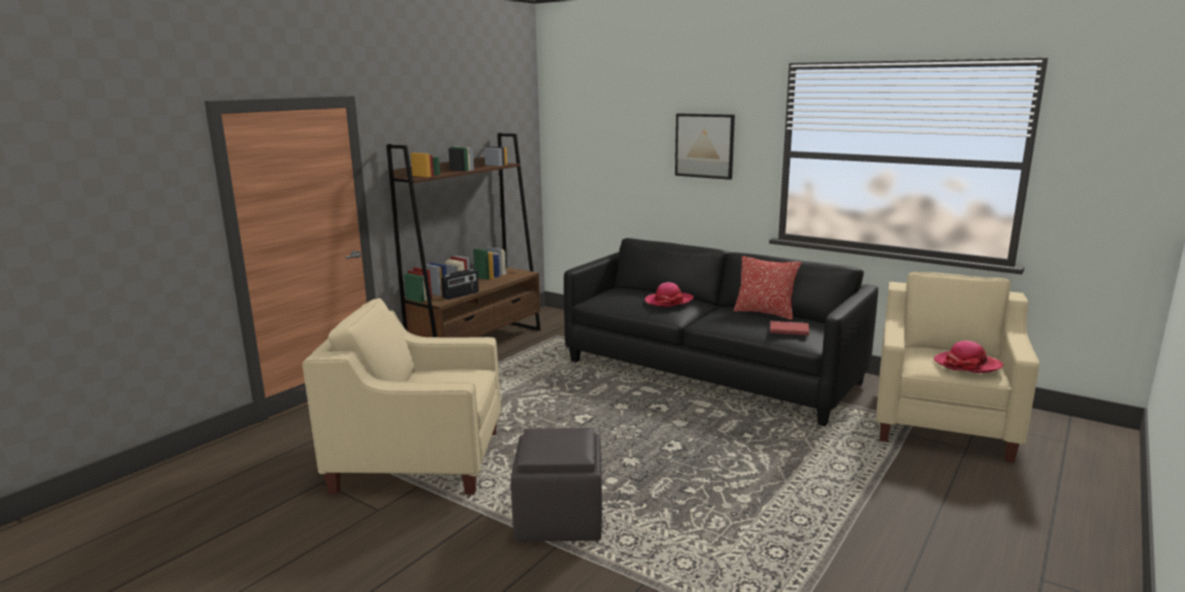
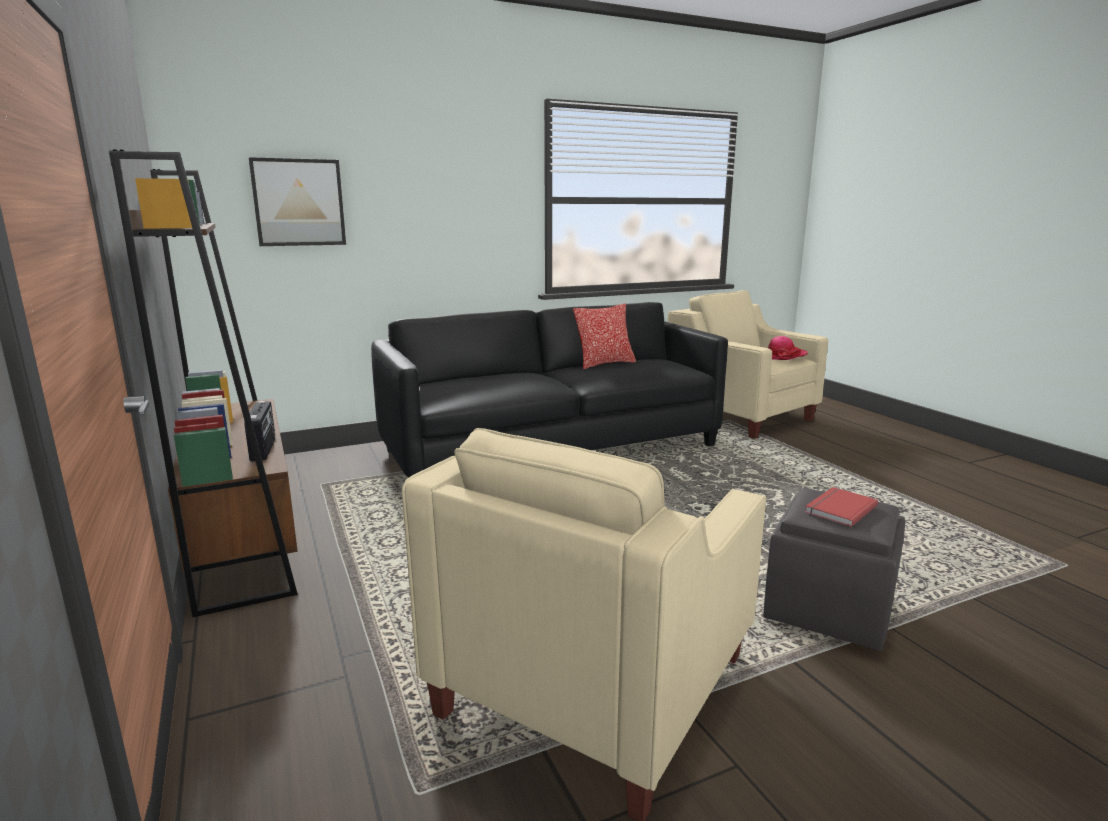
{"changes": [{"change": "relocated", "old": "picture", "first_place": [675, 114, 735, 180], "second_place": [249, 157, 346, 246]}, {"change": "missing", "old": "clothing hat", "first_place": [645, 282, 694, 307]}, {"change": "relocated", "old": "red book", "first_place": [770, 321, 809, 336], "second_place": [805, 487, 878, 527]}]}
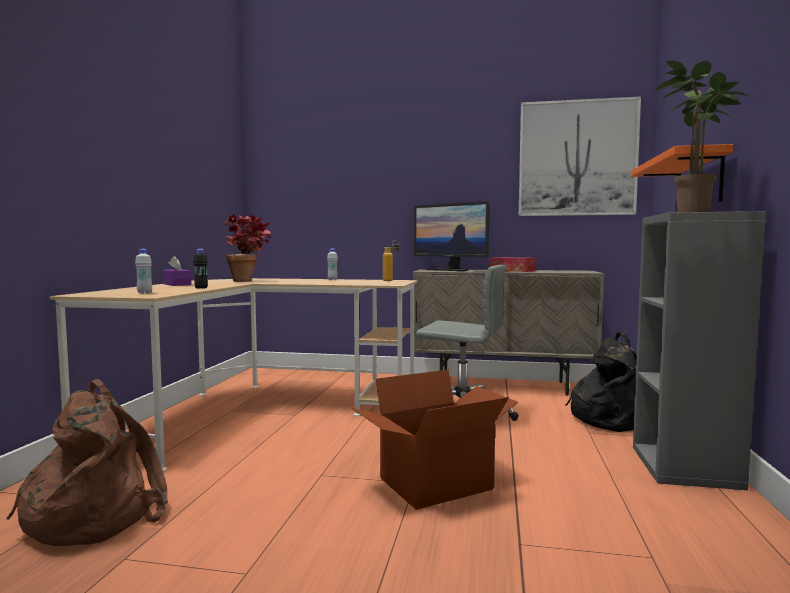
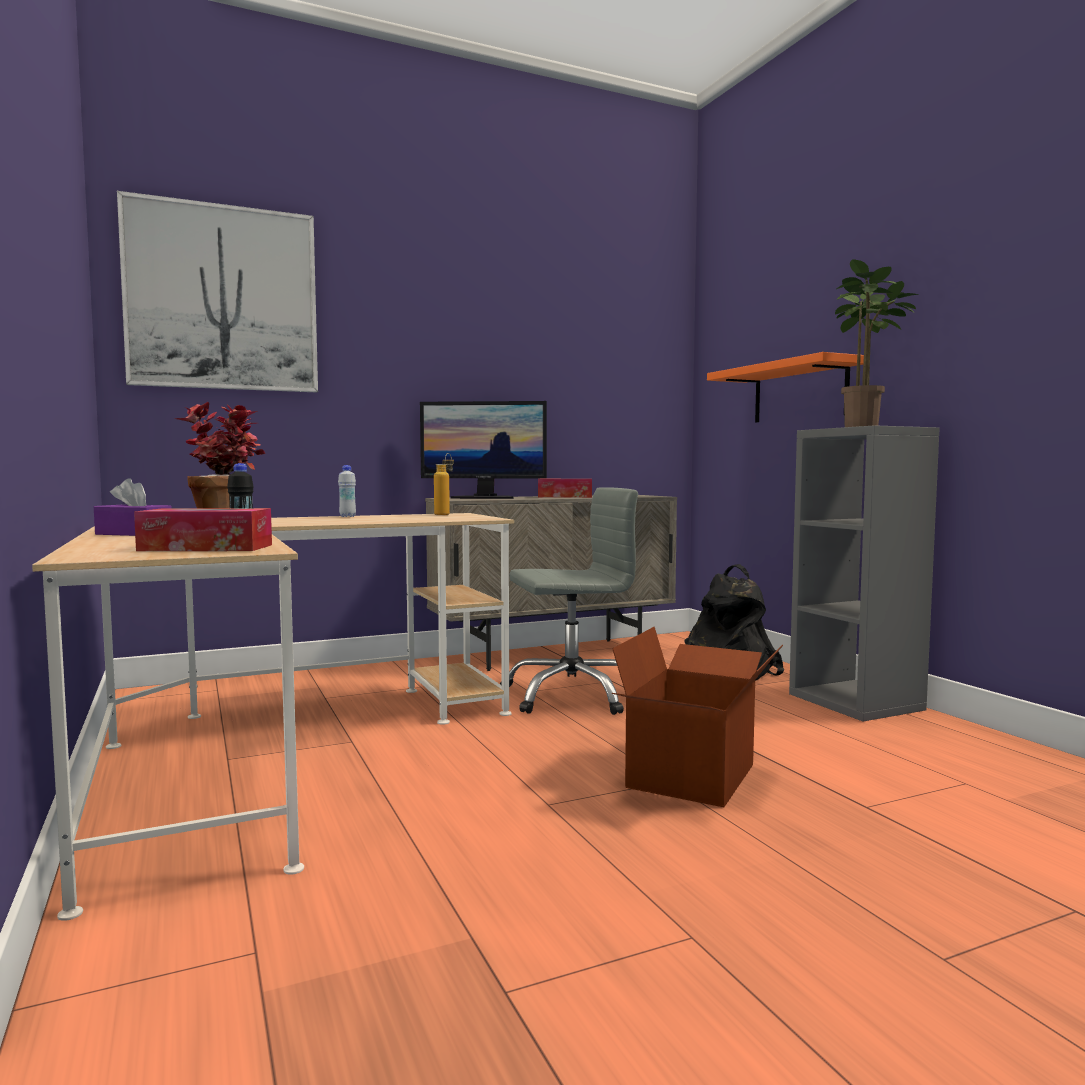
{"changes": [{"change": "relocated", "old": "picture", "first_place": [519, 97, 641, 216], "second_place": [117, 191, 318, 392]}, {"change": "exchanged", "old": "white-coloured drink bottle", "new": "tissue holder", "first_place": [135, 249, 152, 294], "second_place": [134, 508, 272, 551]}, {"change": "missing", "old": "brownish rucksack", "first_place": [6, 379, 168, 546]}]}
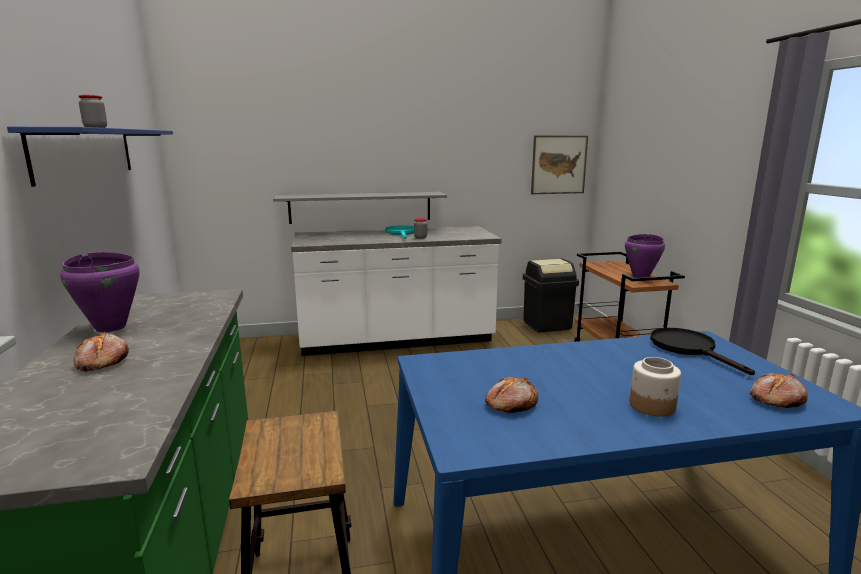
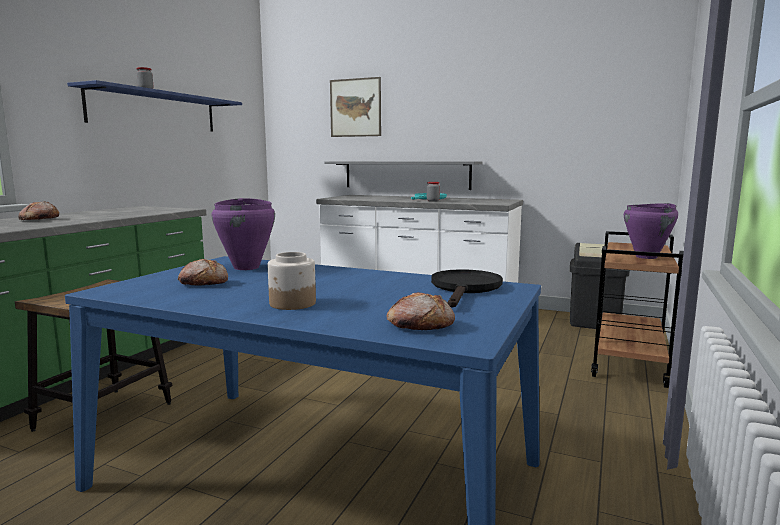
{"changes": [{"change": "relocated", "old": "picture", "first_place": [531, 136, 588, 194], "second_place": [330, 77, 381, 137]}, {"change": "relocated", "old": "purple cooking pot", "first_place": [60, 252, 139, 332], "second_place": [211, 198, 275, 270]}]}
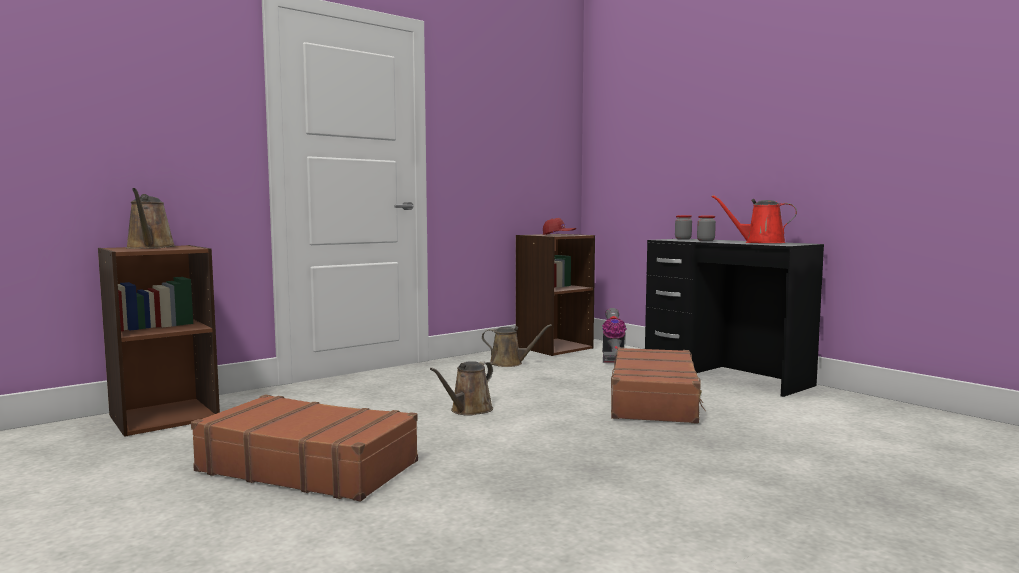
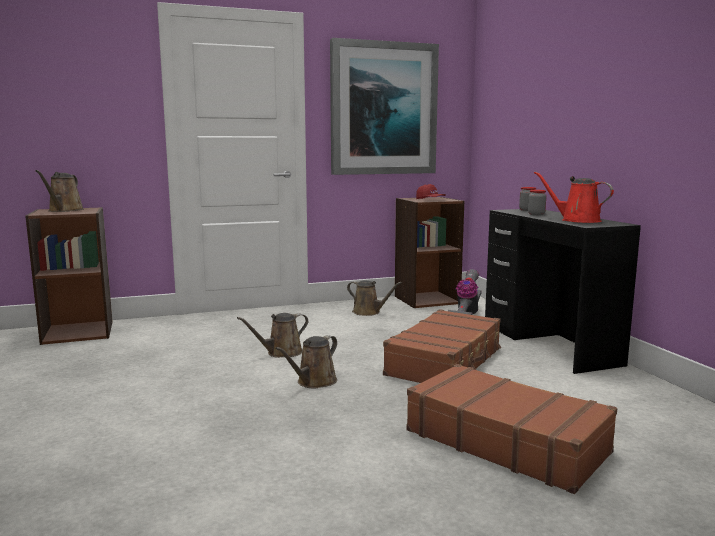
{"changes": [{"change": "relocated", "old": "brownish suitcase", "first_place": [191, 395, 418, 501], "second_place": [406, 364, 617, 494]}, {"change": "appeared", "new": "picture", "second_place": [330, 38, 439, 175]}, {"change": "appeared", "new": "brownish sprinkling can", "second_place": [275, 335, 337, 388]}]}
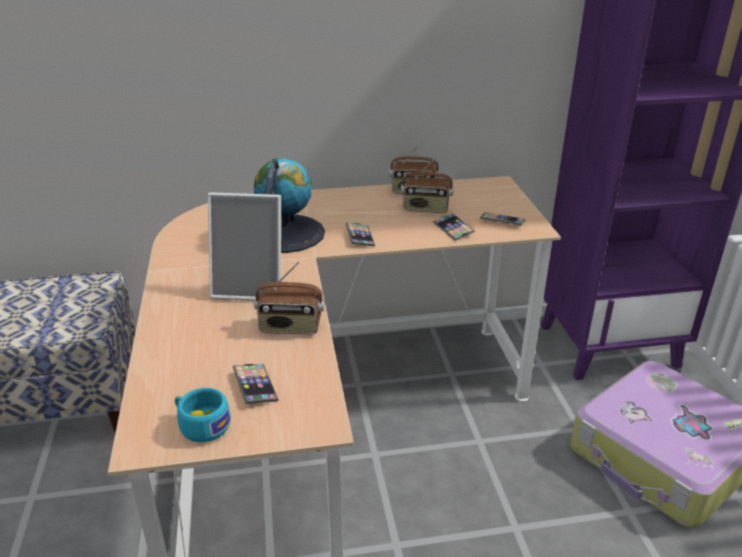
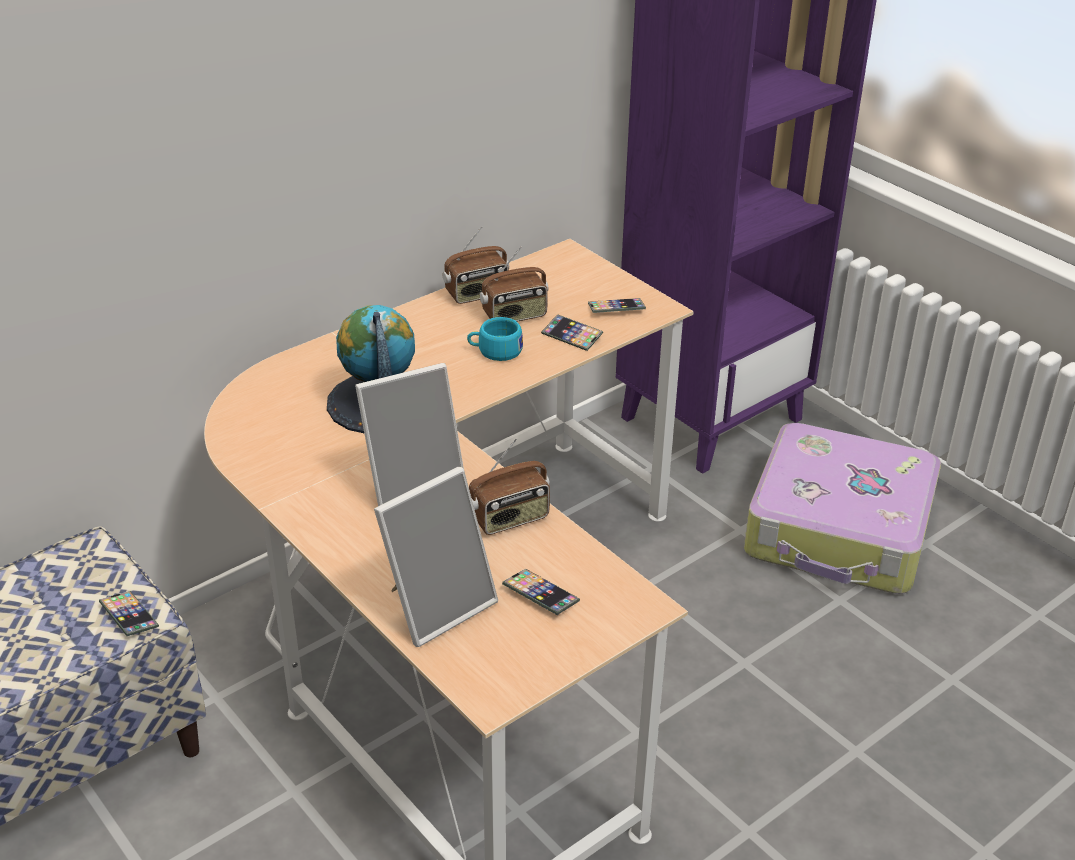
{"changes": [{"change": "relocated", "old": "phone", "first_place": [346, 222, 375, 246], "second_place": [99, 591, 159, 636]}, {"change": "relocated", "old": "turquoise small cup", "first_place": [175, 388, 231, 442], "second_place": [467, 317, 523, 361]}, {"change": "appeared", "new": "standing frame", "second_place": [374, 467, 498, 647]}]}
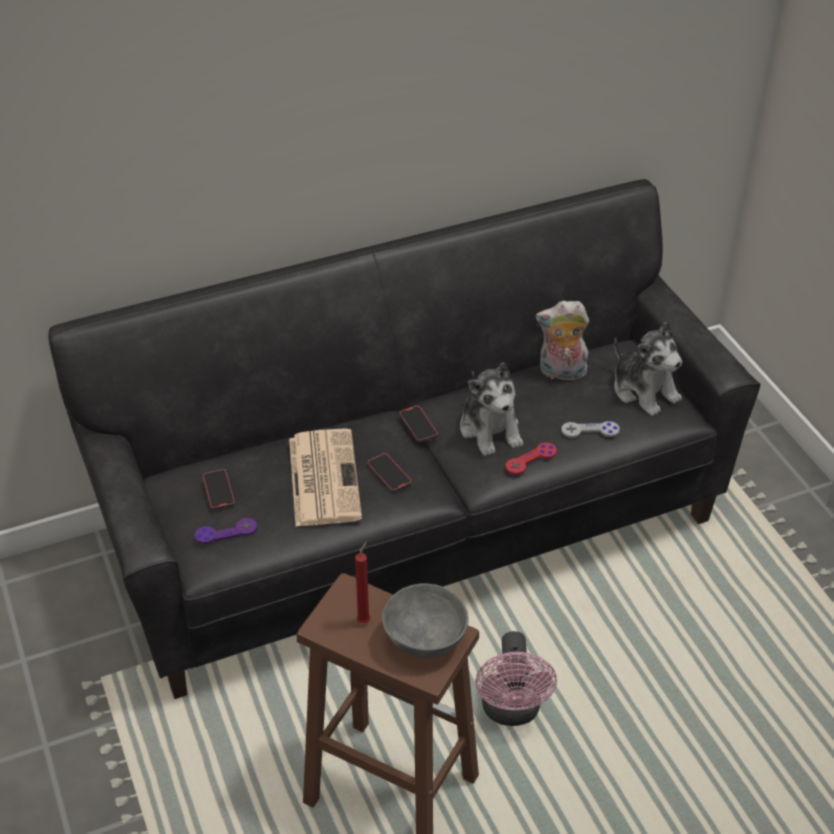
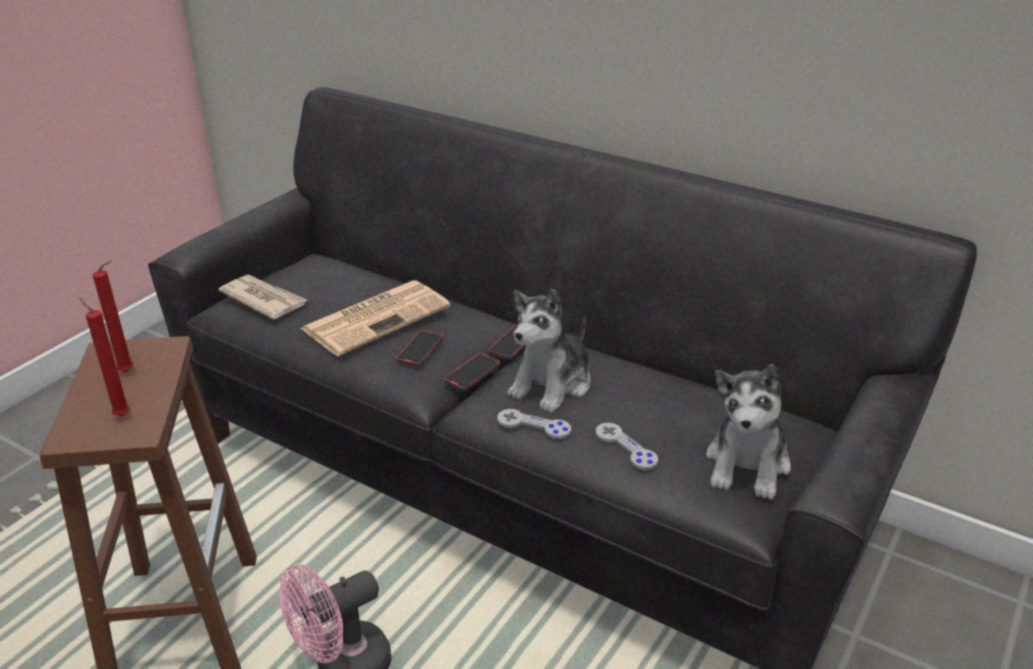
{"changes": [{"change": "missing", "old": "cuddly toy", "first_place": [536, 301, 589, 380]}, {"change": "colour", "old": "red joypad", "new": "grey joypad", "first_place": [505, 443, 557, 475], "second_place": [497, 409, 571, 439]}, {"change": "relocated", "old": "phone", "first_place": [203, 469, 235, 510], "second_place": [444, 353, 500, 391]}, {"change": "exchanged", "old": "purple joypad", "new": "newspaper", "first_place": [195, 518, 257, 544], "second_place": [218, 275, 307, 320]}, {"change": "exchanged", "old": "grey serving bowl", "new": "red wax candle", "first_place": [382, 583, 469, 658], "second_place": [79, 297, 130, 416]}]}
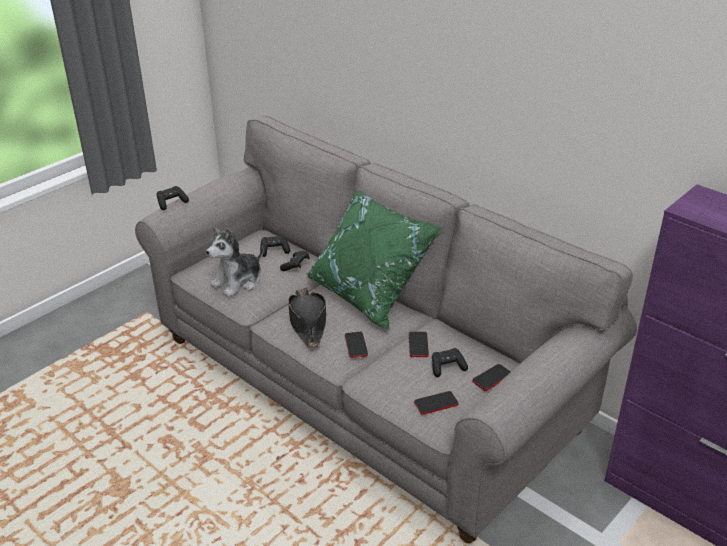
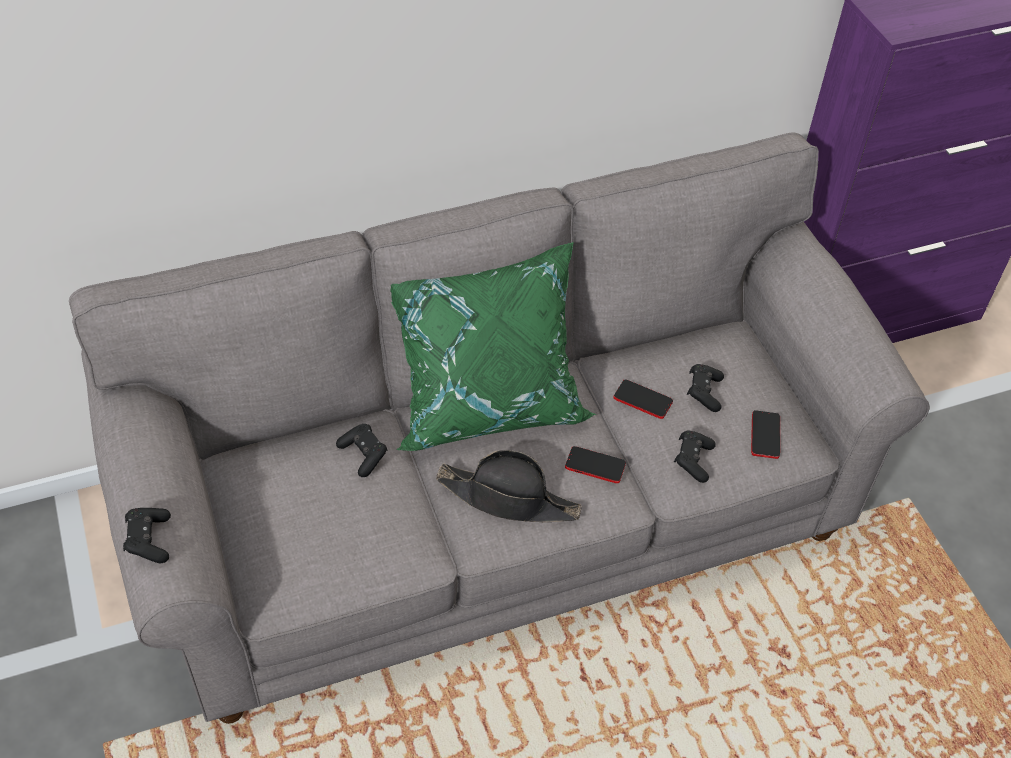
{"changes": [{"change": "missing", "old": "cuddly toy", "first_place": [206, 227, 264, 297]}, {"change": "relocated", "old": "black-coloured joypad", "first_place": [260, 235, 290, 257], "second_place": [674, 431, 716, 483]}, {"change": "missing", "old": "phone", "first_place": [472, 364, 511, 391]}]}
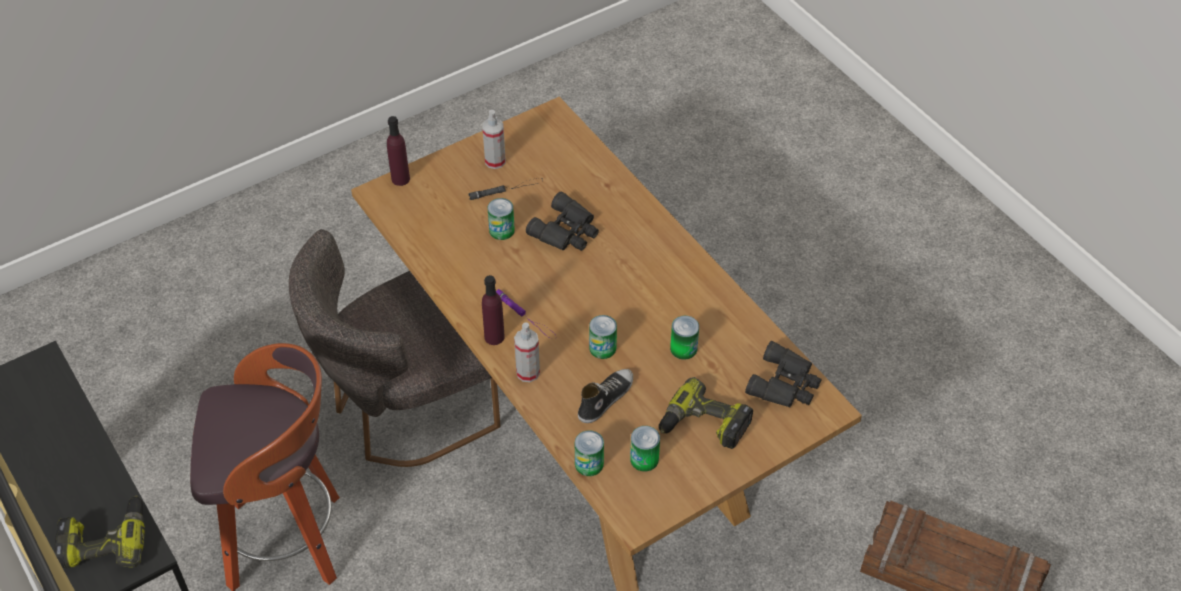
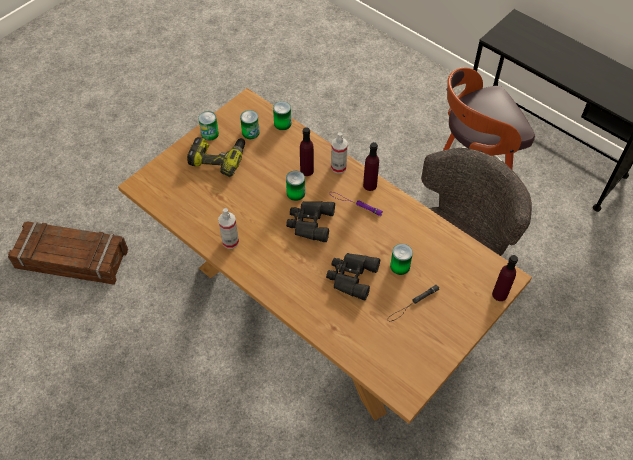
{"changes": [{"change": "relocated", "old": "sprayer", "first_place": [483, 110, 506, 169], "second_place": [218, 208, 239, 249]}, {"change": "relocated", "old": "sealed can", "first_place": [670, 316, 699, 360], "second_place": [198, 111, 219, 141]}, {"change": "relocated", "old": "black-coloured field glasses", "first_place": [745, 341, 822, 408], "second_place": [286, 201, 335, 242]}, {"change": "missing", "old": "item of footwear", "first_place": [578, 369, 633, 423]}, {"change": "missing", "old": "electric drill", "first_place": [54, 495, 145, 569]}, {"change": "appeared", "new": "purple drink bottle", "second_place": [300, 127, 314, 176]}]}
